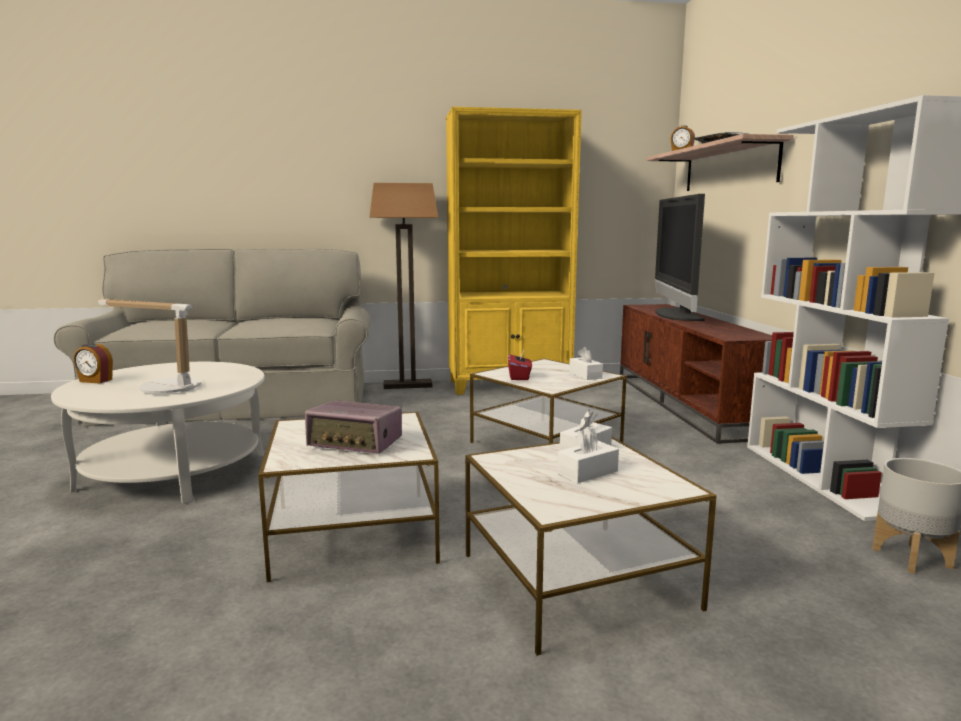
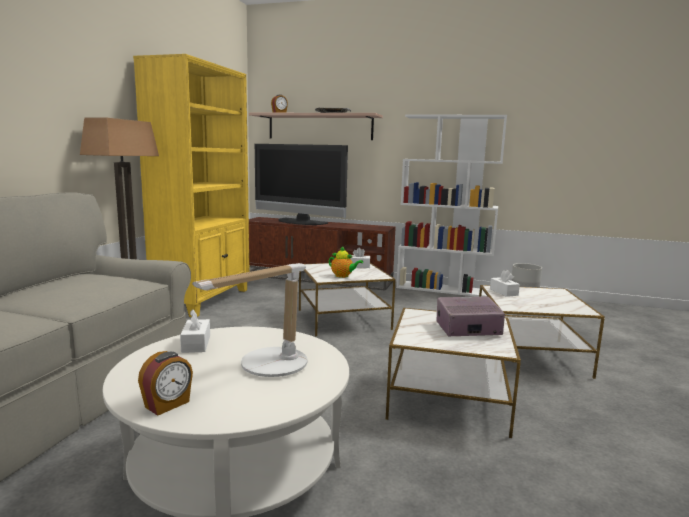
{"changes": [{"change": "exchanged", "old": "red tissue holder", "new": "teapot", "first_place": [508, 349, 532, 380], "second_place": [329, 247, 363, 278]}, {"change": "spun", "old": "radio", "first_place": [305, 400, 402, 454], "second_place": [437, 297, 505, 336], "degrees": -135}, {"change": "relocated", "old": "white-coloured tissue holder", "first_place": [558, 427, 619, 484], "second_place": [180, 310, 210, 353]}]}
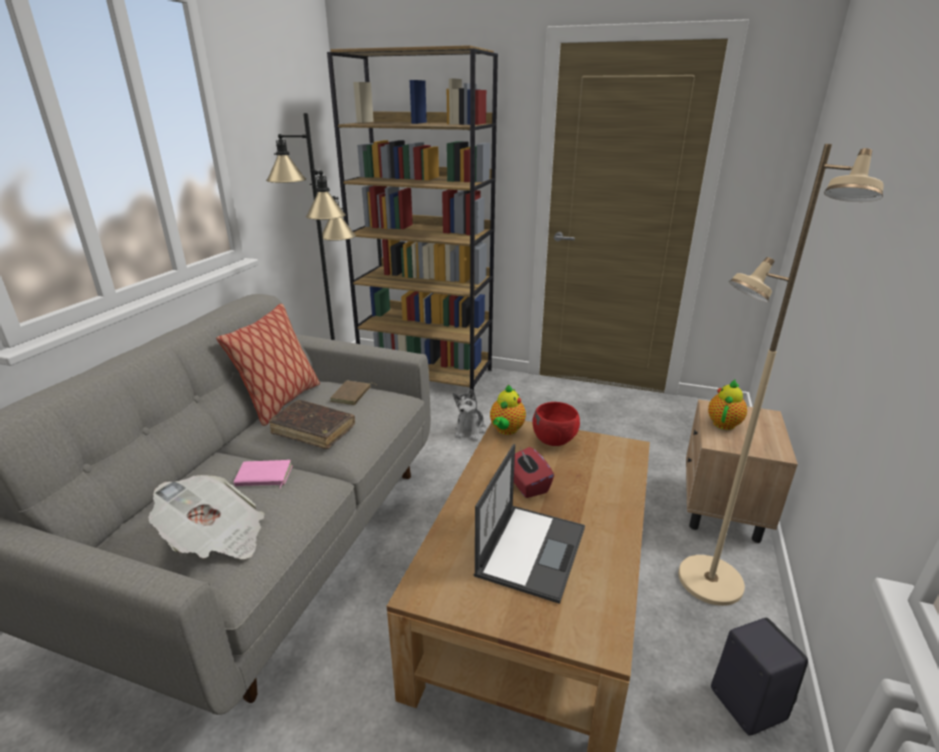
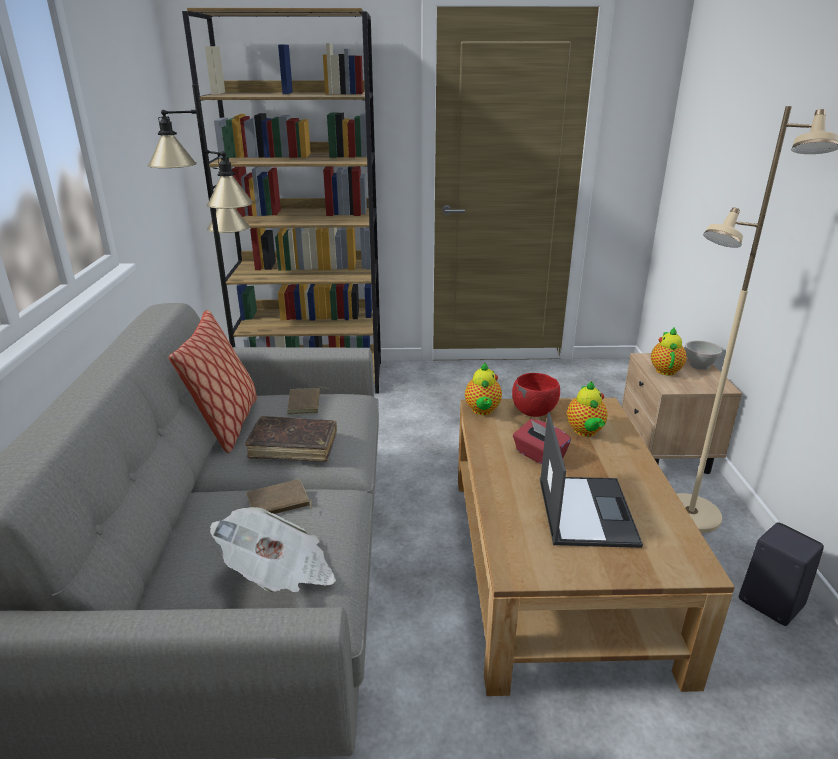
{"changes": [{"change": "missing", "old": "cuddly toy", "first_place": [453, 389, 486, 441]}, {"change": "colour", "old": "pink book", "new": "brownish book", "first_place": [234, 460, 293, 489], "second_place": [246, 479, 312, 514]}, {"change": "appeared", "new": "white-coloured serving bowl", "second_place": [685, 340, 722, 370]}, {"change": "appeared", "new": "teapot", "second_place": [567, 381, 608, 437]}]}
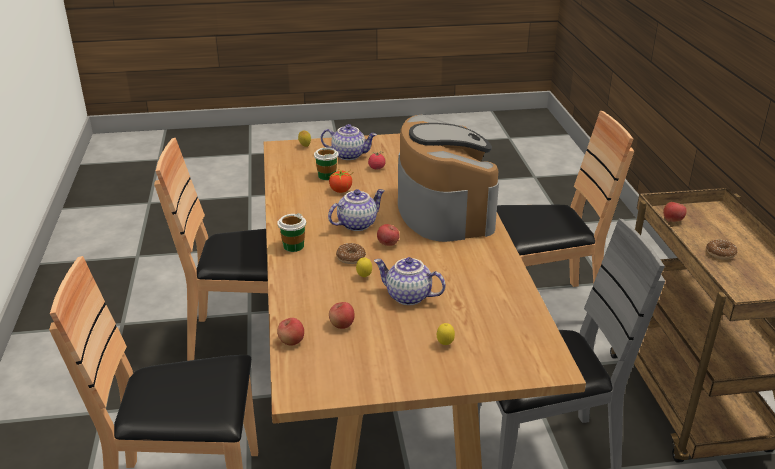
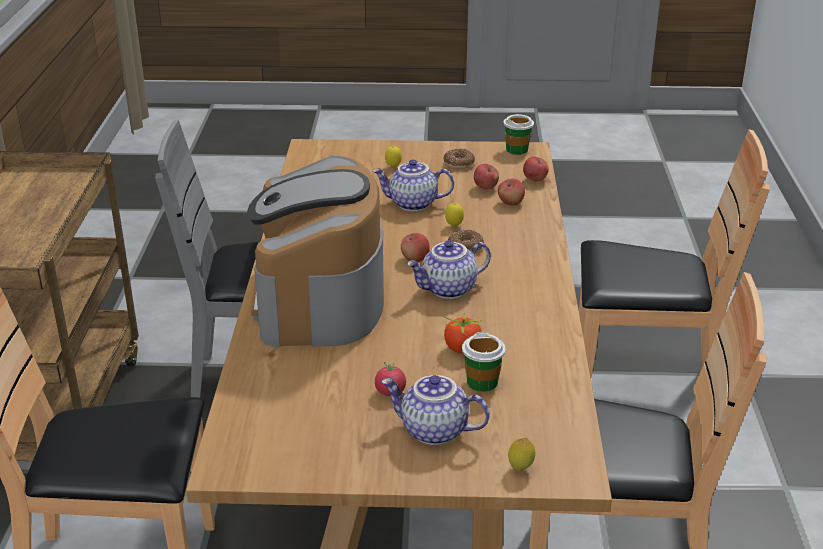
{"changes": [{"change": "relocated", "old": "whole apple", "first_place": [663, 202, 687, 222], "second_place": [498, 179, 525, 206]}, {"change": "relocated", "old": "small cup", "first_place": [277, 213, 306, 252], "second_place": [503, 114, 534, 155]}, {"change": "relocated", "old": "donut", "first_place": [706, 240, 738, 259], "second_place": [443, 149, 475, 169]}, {"change": "spun", "old": "teapot", "first_place": [374, 257, 445, 305], "second_place": [373, 159, 454, 211], "degrees": 150}]}
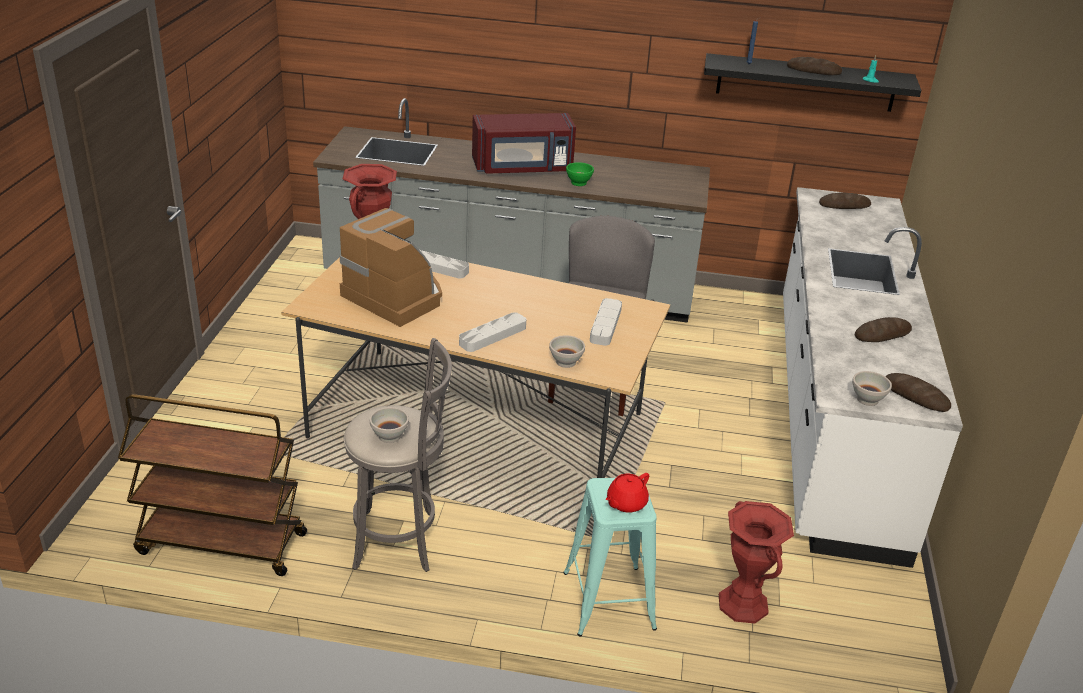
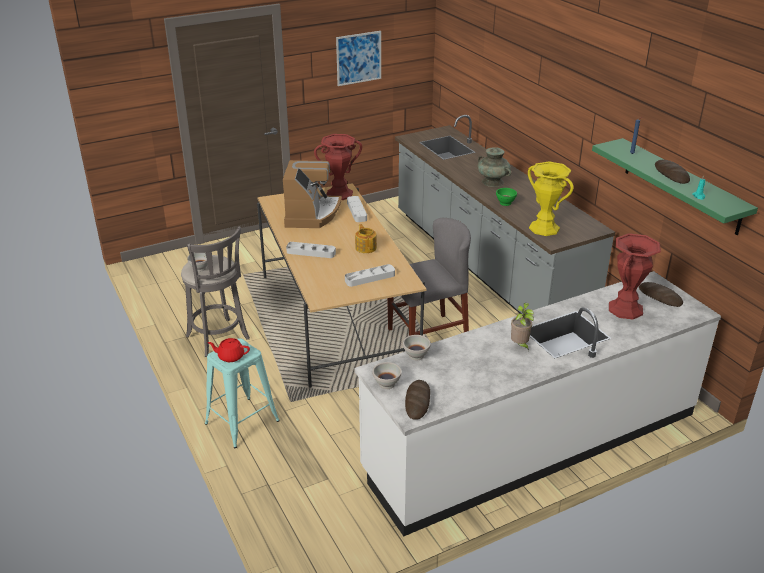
{"changes": [{"change": "colour", "old": "black-coloured bracket shelf", "new": "green-coloured bracket shelf", "first_place": [704, 53, 921, 112], "second_place": [592, 138, 758, 235]}, {"change": "exchanged", "old": "red microwave oven", "new": "turquoise decorative vase", "first_place": [472, 113, 576, 174], "second_place": [478, 147, 511, 187]}, {"change": "missing", "old": "bread", "first_place": [855, 317, 912, 342]}, {"change": "relocated", "old": "white-coloured serving bowl", "first_place": [549, 335, 585, 368], "second_place": [403, 335, 431, 360]}, {"change": "missing", "old": "brownish trolley", "first_place": [118, 394, 307, 576]}, {"change": "relocated", "old": "red decorative vase", "first_place": [719, 501, 794, 623], "second_place": [609, 233, 661, 320]}, {"change": "appeared", "new": "picture", "second_place": [336, 31, 381, 86]}, {"change": "appeared", "new": "yellow-coloured decorative vase", "second_place": [528, 161, 574, 236]}, {"change": "appeared", "new": "teapot", "second_place": [355, 224, 377, 253]}, {"change": "appeared", "new": "potted plant", "second_place": [511, 303, 534, 352]}]}
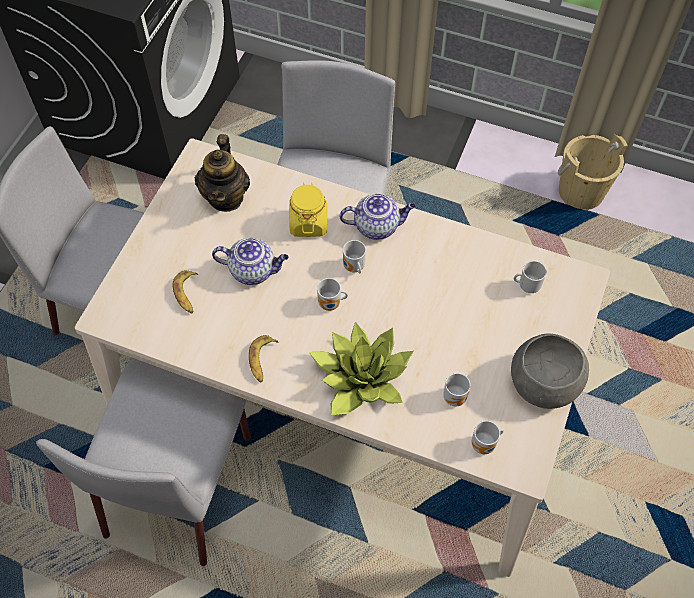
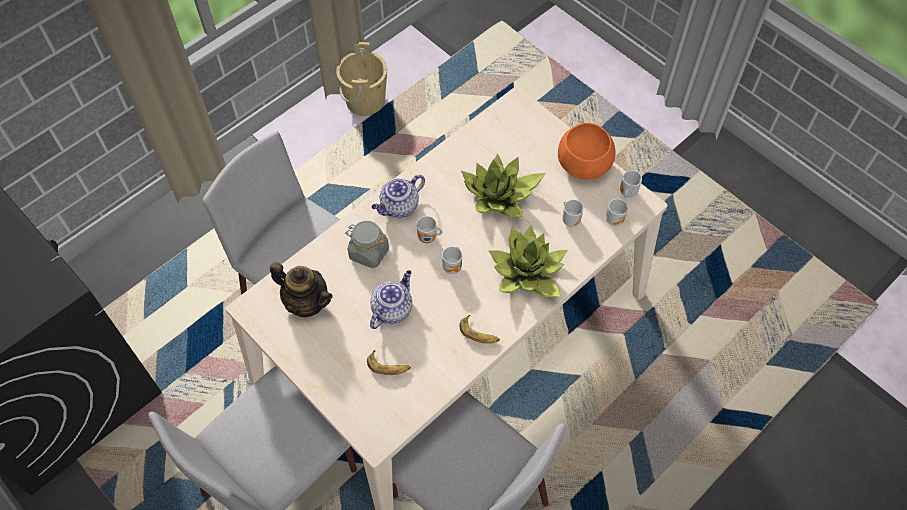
{"changes": [{"change": "colour", "old": "yellow-coloured storage jar", "new": "grey storage jar", "first_place": [289, 182, 327, 237], "second_place": [345, 221, 389, 268]}, {"change": "spun", "old": "teapot", "first_place": [339, 194, 416, 240], "second_place": [372, 175, 425, 218], "degrees": -150}, {"change": "relocated", "old": "coffee mug", "first_place": [514, 261, 547, 293], "second_place": [620, 170, 642, 198]}, {"change": "colour", "old": "grey serving bowl", "new": "orange serving bowl", "first_place": [511, 334, 589, 409], "second_place": [558, 123, 616, 179]}, {"change": "appeared", "new": "potted plant", "second_place": [461, 153, 546, 218]}]}
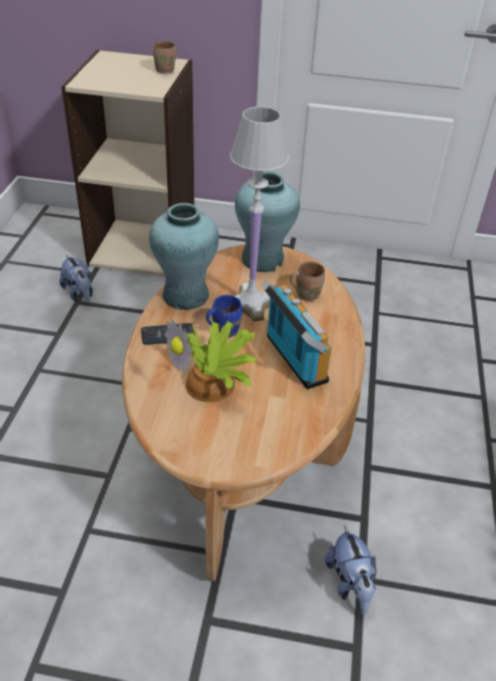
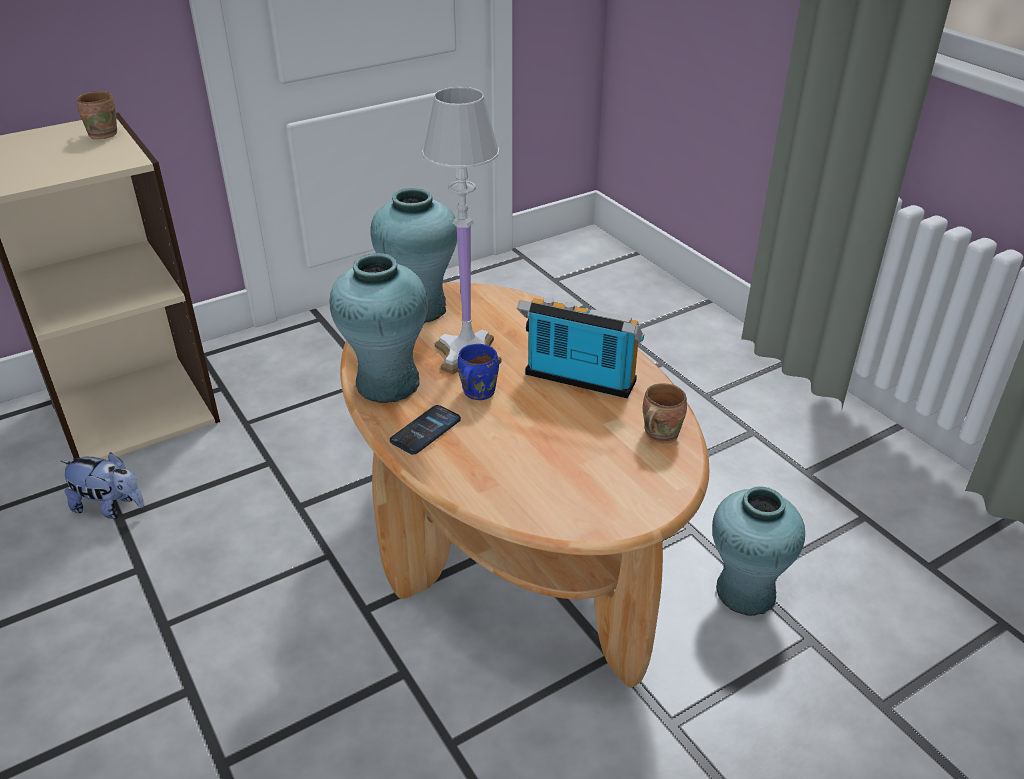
{"changes": [{"change": "relocated", "old": "brownish coffee mug", "first_place": [290, 261, 325, 301], "second_place": [643, 383, 687, 444]}, {"change": "missing", "old": "potted plant", "first_place": [165, 319, 257, 402]}, {"change": "exchanged", "old": "cuddly toy", "new": "turquoise decorative vase", "first_place": [325, 525, 376, 615], "second_place": [712, 486, 805, 616]}]}
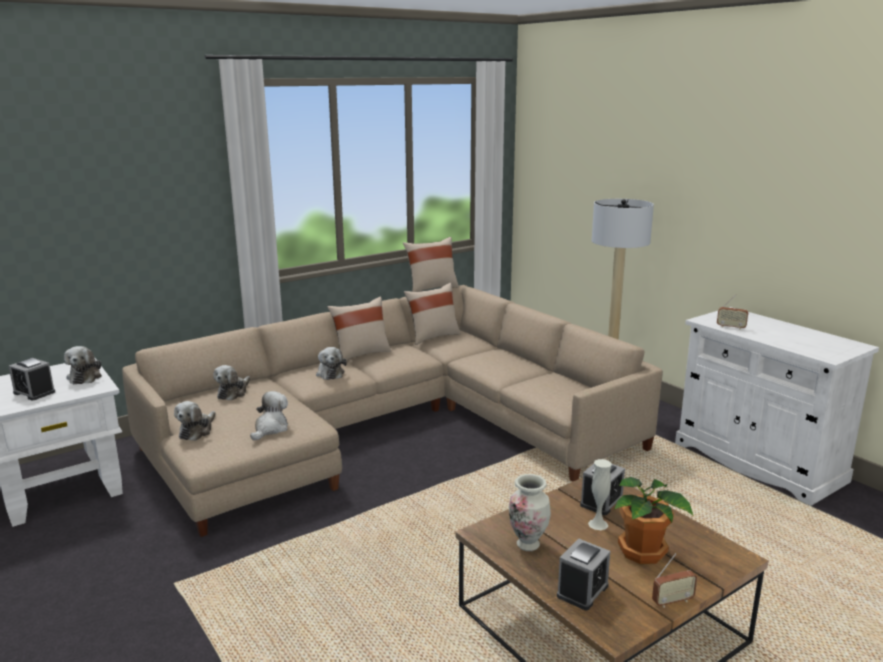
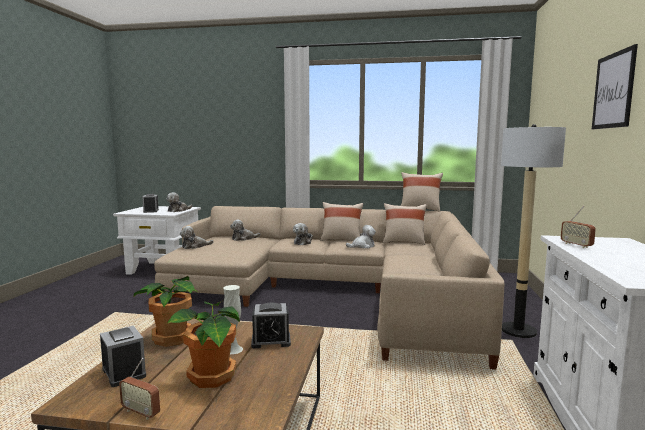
{"changes": [{"change": "relocated", "old": "cuddly toy", "first_place": [250, 391, 288, 440], "second_place": [346, 225, 376, 248]}, {"change": "exchanged", "old": "decorative vase", "new": "potted plant", "first_place": [509, 474, 551, 551], "second_place": [134, 276, 198, 347]}, {"change": "spun", "old": "bedside clock", "first_place": [557, 539, 610, 610], "second_place": [100, 326, 146, 387], "degrees": -120}, {"change": "appeared", "new": "picture", "second_place": [592, 44, 638, 129]}]}
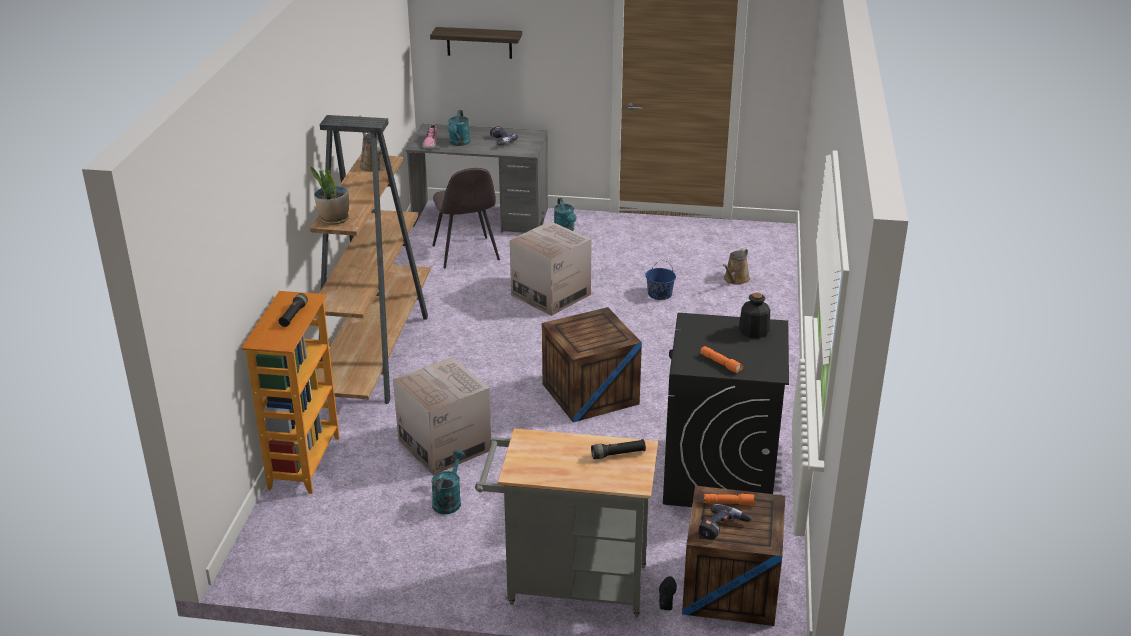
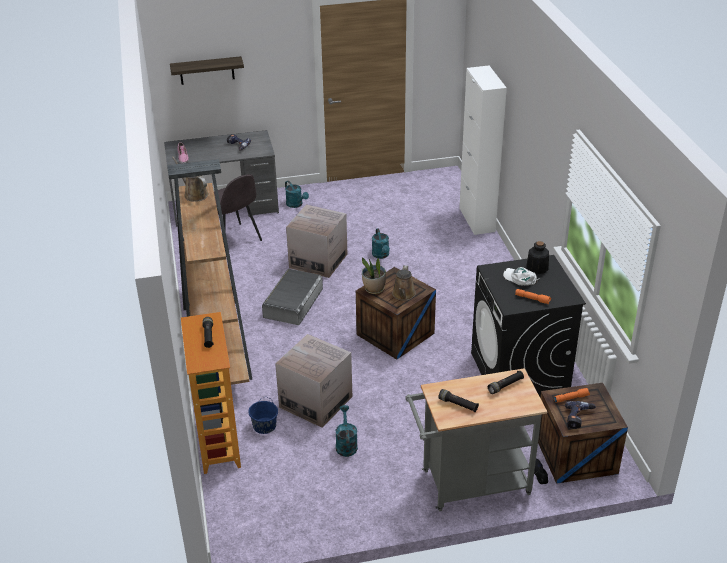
{"changes": [{"change": "relocated", "old": "turquoise sprinkling can", "first_place": [448, 110, 470, 146], "second_place": [372, 228, 390, 259]}, {"change": "relocated", "old": "potted plant", "first_place": [311, 166, 349, 225], "second_place": [362, 257, 386, 294]}, {"change": "relocated", "old": "brownish sprinkling can", "first_place": [723, 248, 750, 285], "second_place": [392, 265, 416, 301]}, {"change": "relocated", "old": "bluish pail", "first_place": [645, 260, 676, 300], "second_place": [248, 397, 278, 434]}, {"change": "appeared", "new": "white-coloured cabinet", "second_place": [459, 66, 507, 235]}, {"change": "appeared", "new": "white-coloured peaked cap", "second_place": [503, 267, 540, 285]}, {"change": "appeared", "new": "grey storage box", "second_place": [262, 269, 323, 325]}, {"change": "appeared", "new": "black-coloured torch", "second_place": [438, 389, 479, 412]}]}
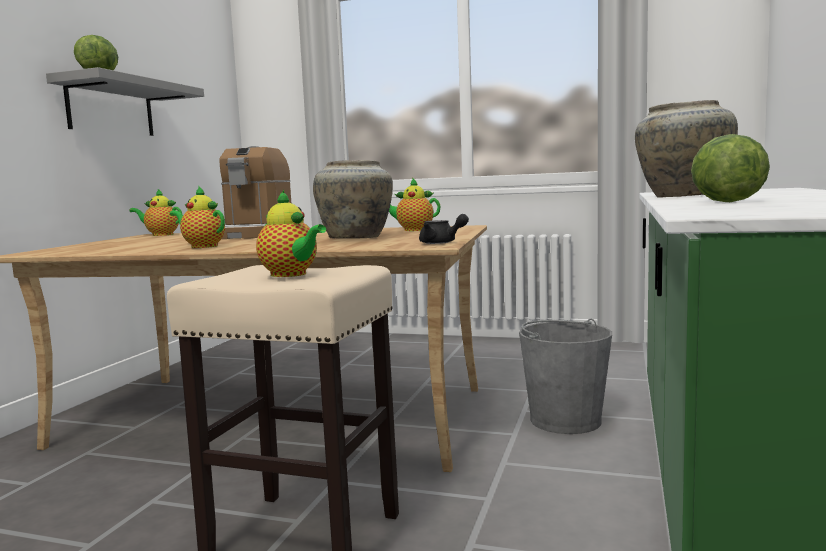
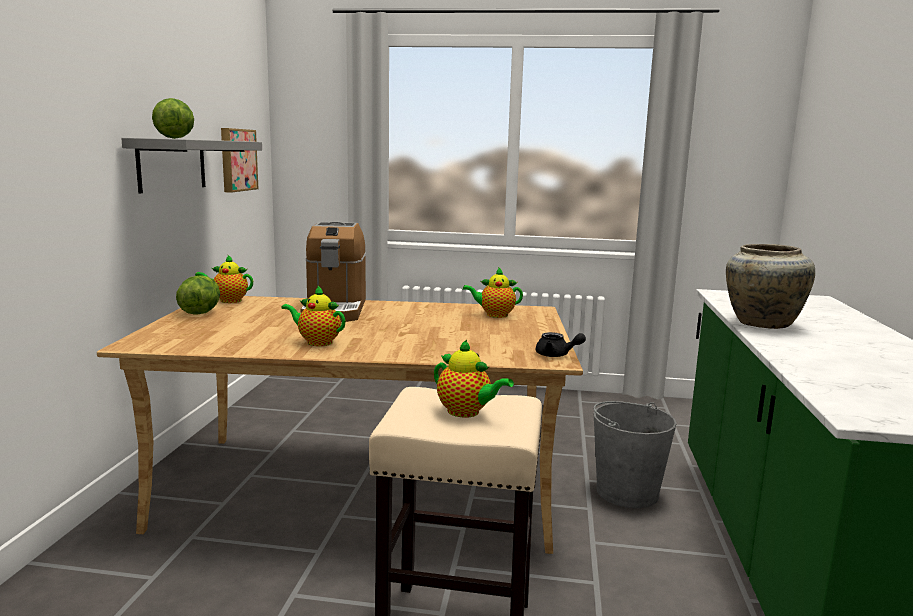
{"changes": [{"change": "relocated", "old": "lettuce", "first_place": [691, 134, 770, 202], "second_place": [176, 275, 220, 315]}, {"change": "missing", "old": "beige-coloured decorative vase", "first_place": [313, 160, 393, 239]}, {"change": "appeared", "new": "picture", "second_place": [221, 128, 258, 193]}]}
